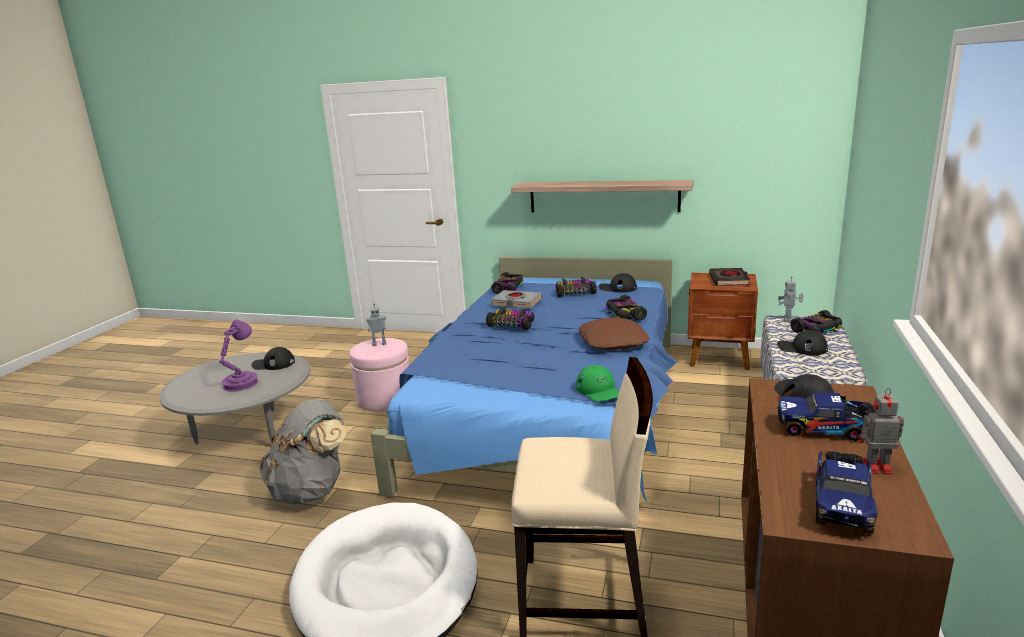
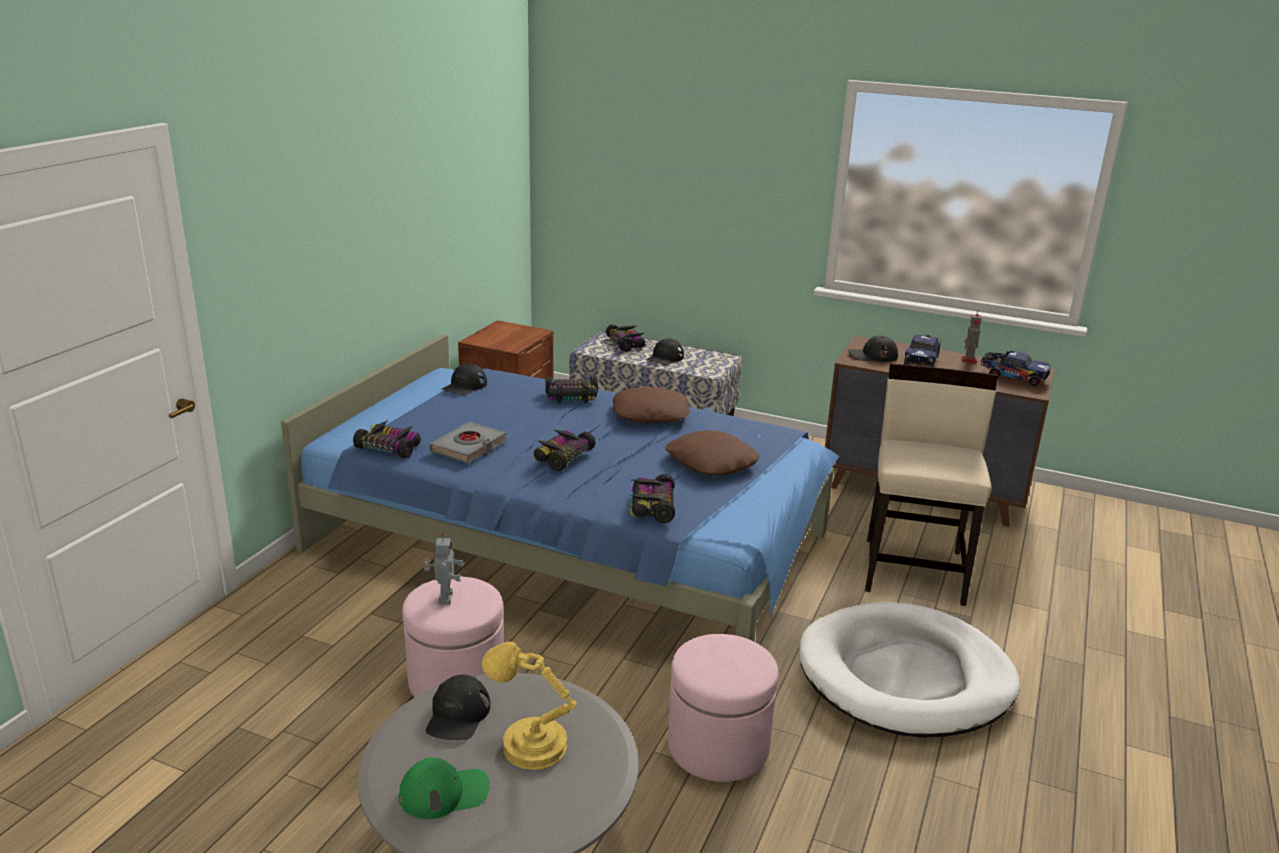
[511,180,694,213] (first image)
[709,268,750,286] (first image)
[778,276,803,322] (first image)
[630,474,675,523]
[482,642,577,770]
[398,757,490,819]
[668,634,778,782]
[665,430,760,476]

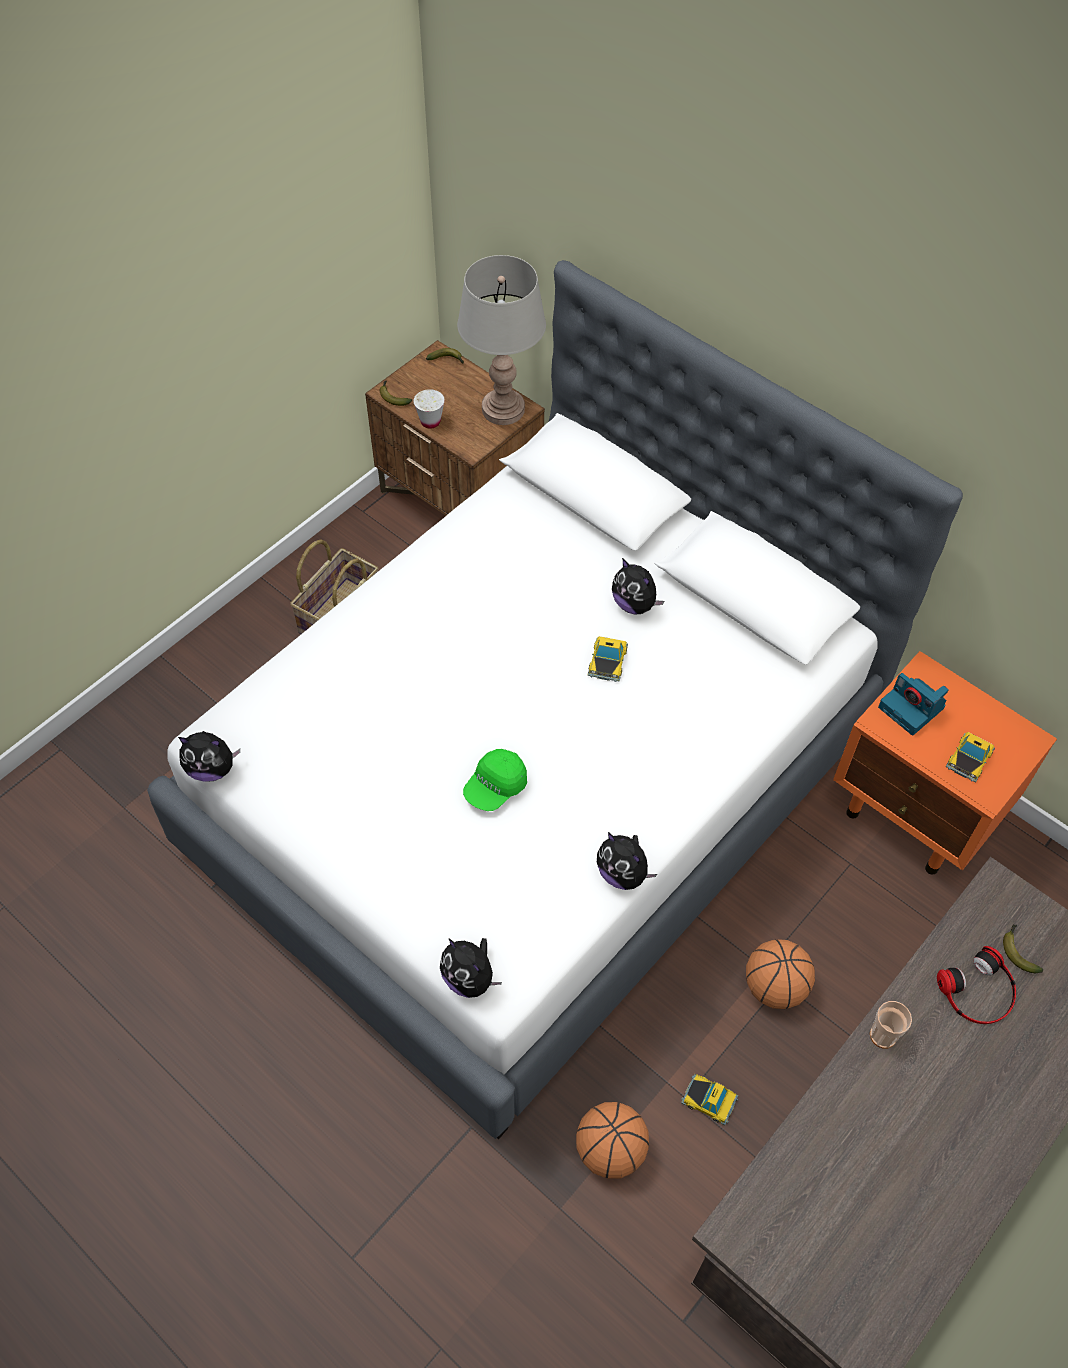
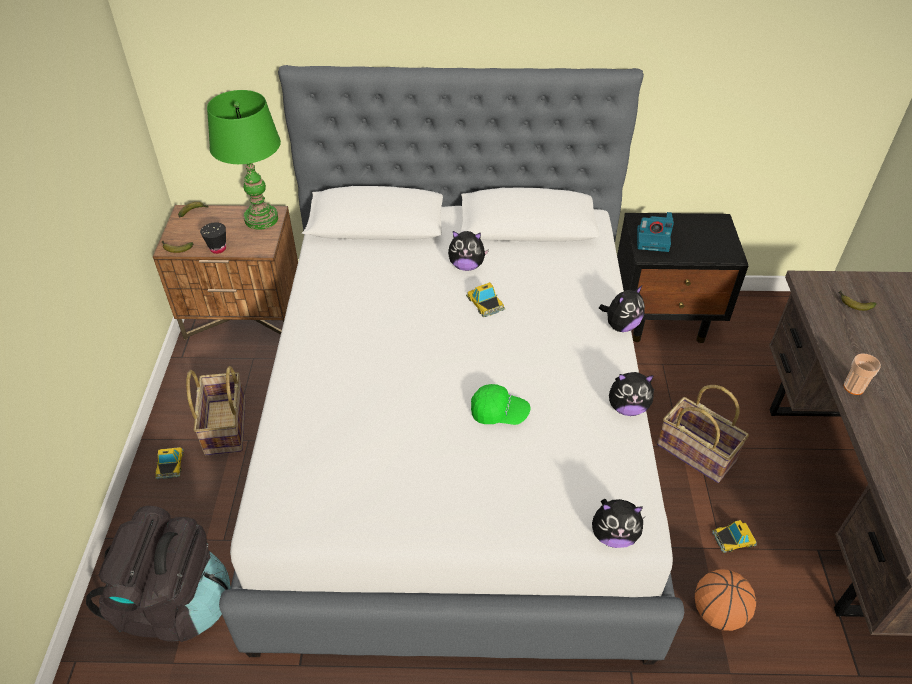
[207,90,281,230]
[200,222,226,254]
[617,213,748,343]
[599,286,645,332]
[155,447,184,479]
[471,384,531,425]
[657,385,749,483]
[937,946,1016,1024] (first image)
[86,506,231,642]

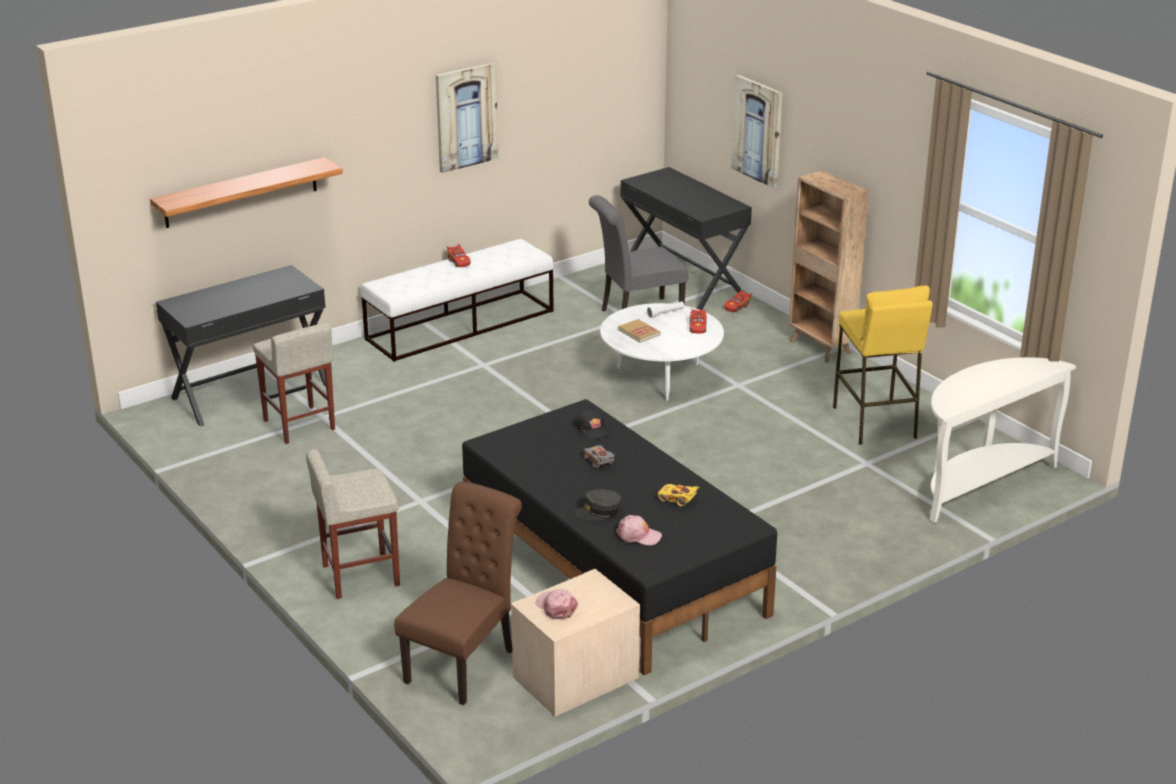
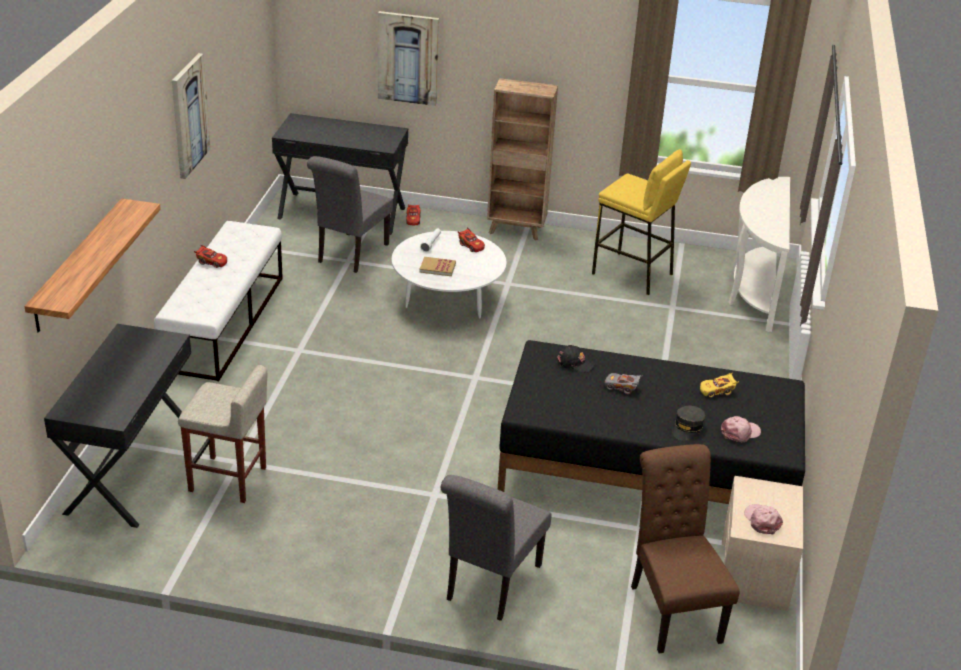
[441,475,551,621]
[744,504,783,534]

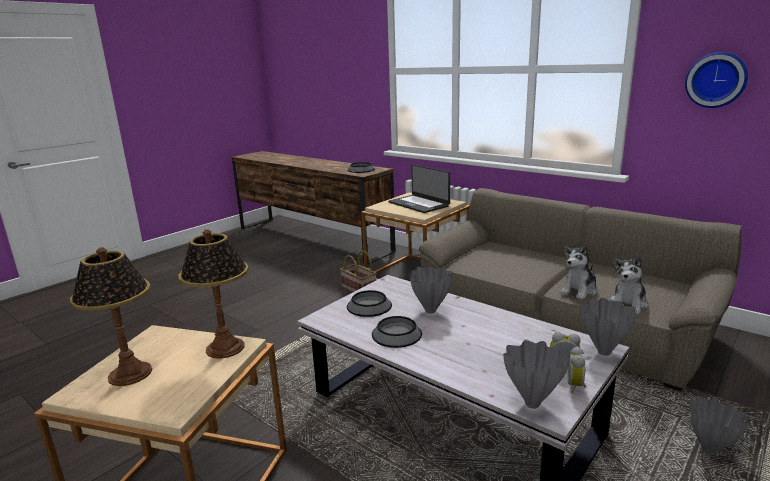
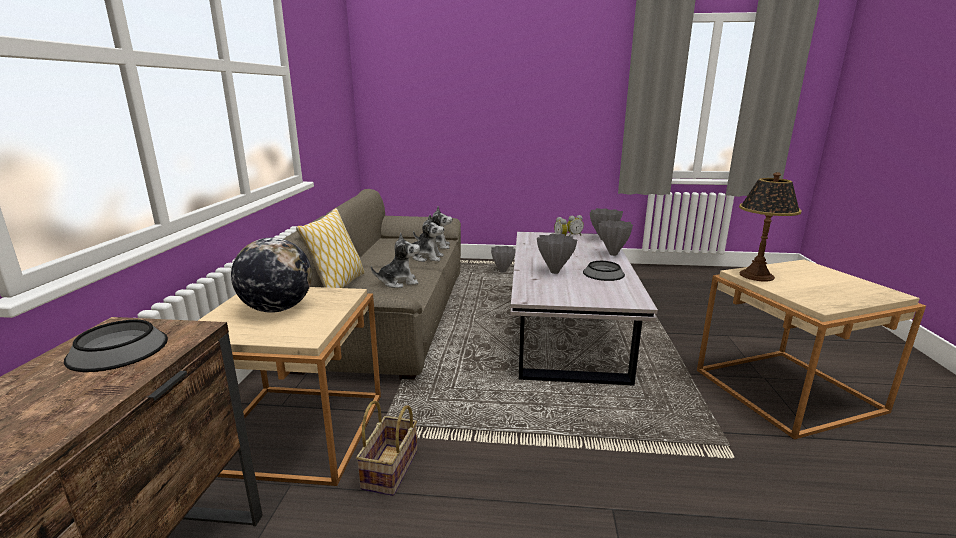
[685,52,748,108] (first image)
[231,238,312,313]
[70,247,152,386] (first image)
[347,290,392,317] (first image)
[599,220,633,256]
[296,208,365,288]
[371,233,420,288]

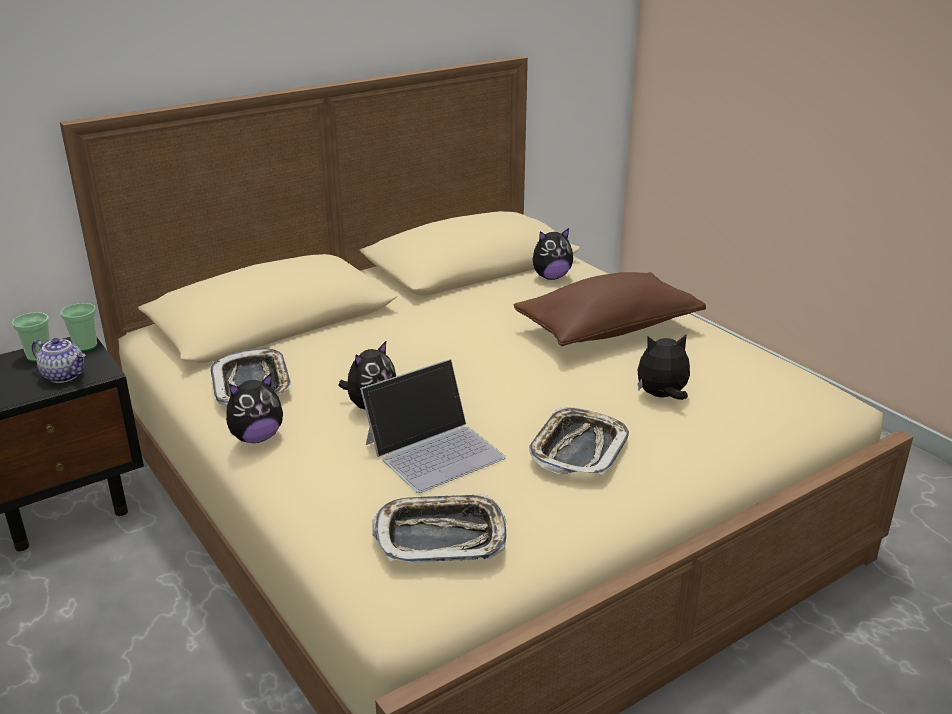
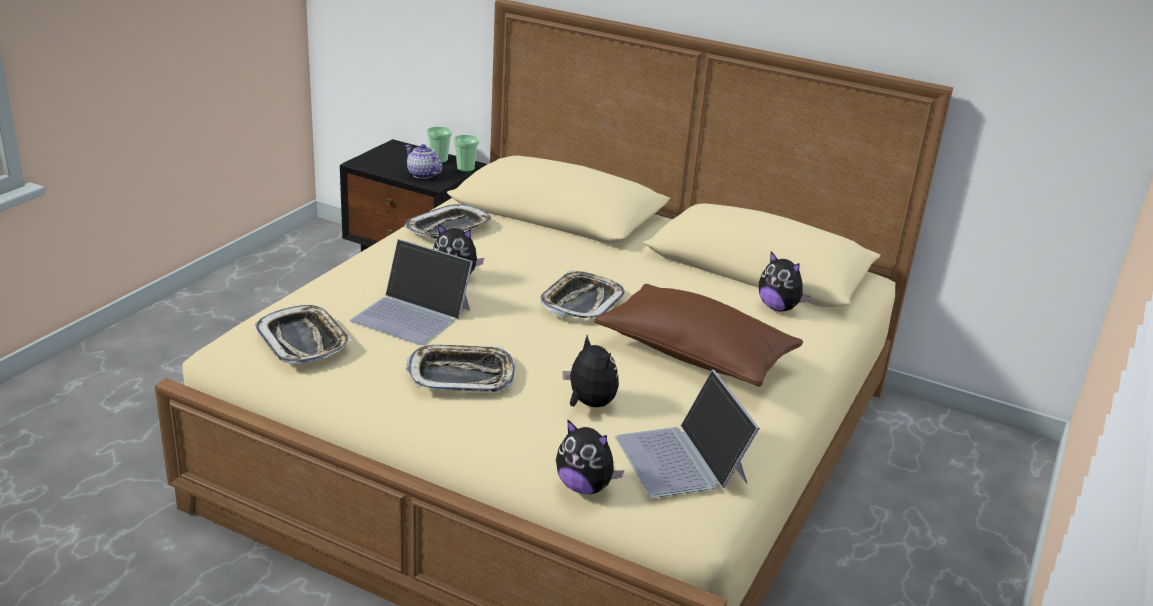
[405,144,442,179]
[556,419,624,494]
[540,271,624,319]
[616,369,760,498]

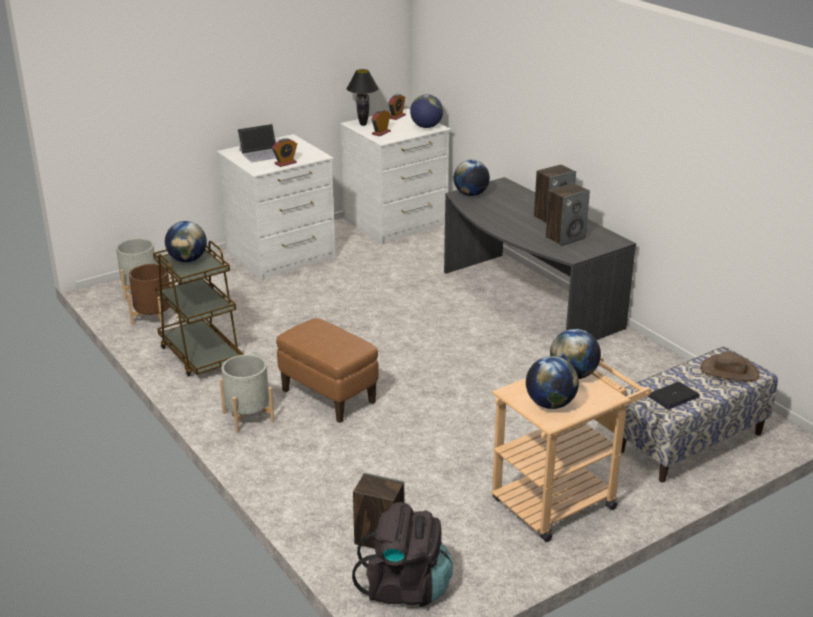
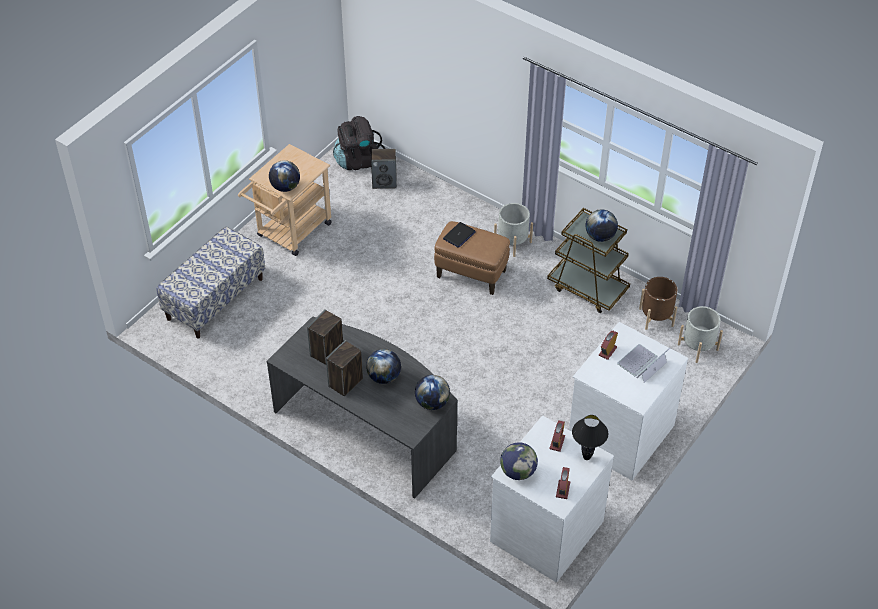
[700,351,759,381] (first image)
[366,349,401,384]
[443,222,475,248]

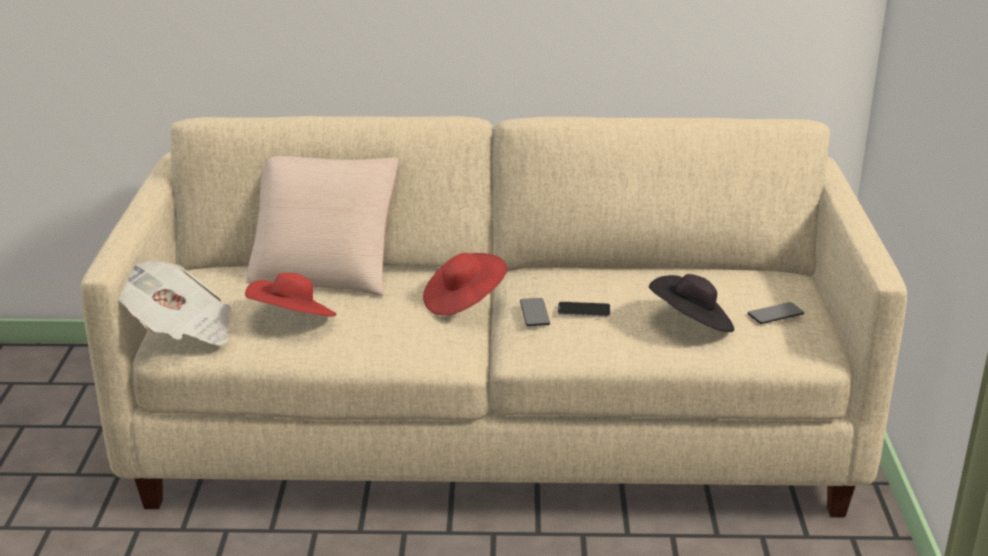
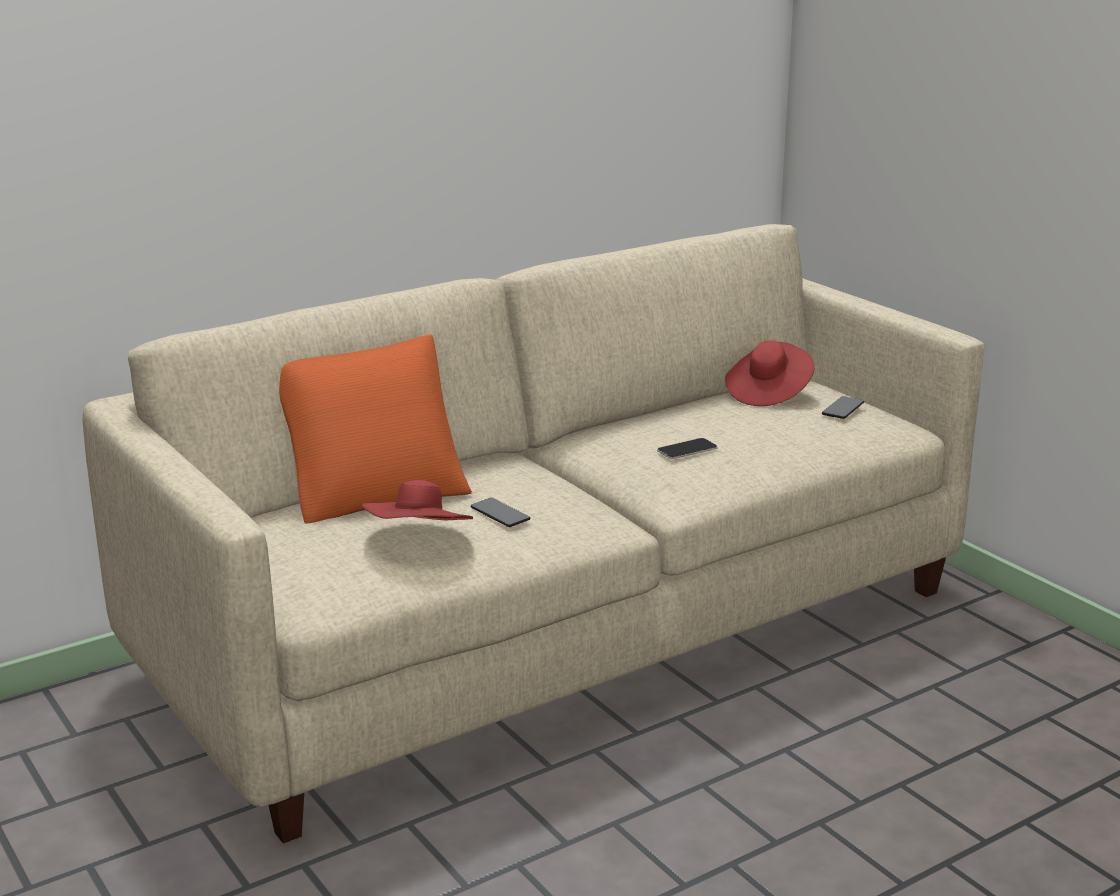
[279,334,472,523]
[725,341,815,406]
[118,261,231,345] (first image)
[649,274,734,332] (first image)
[471,498,530,527]

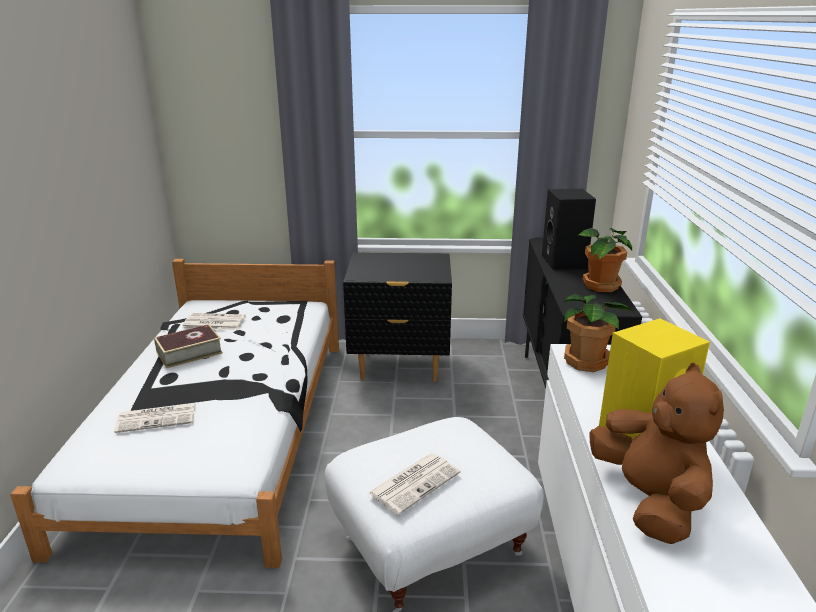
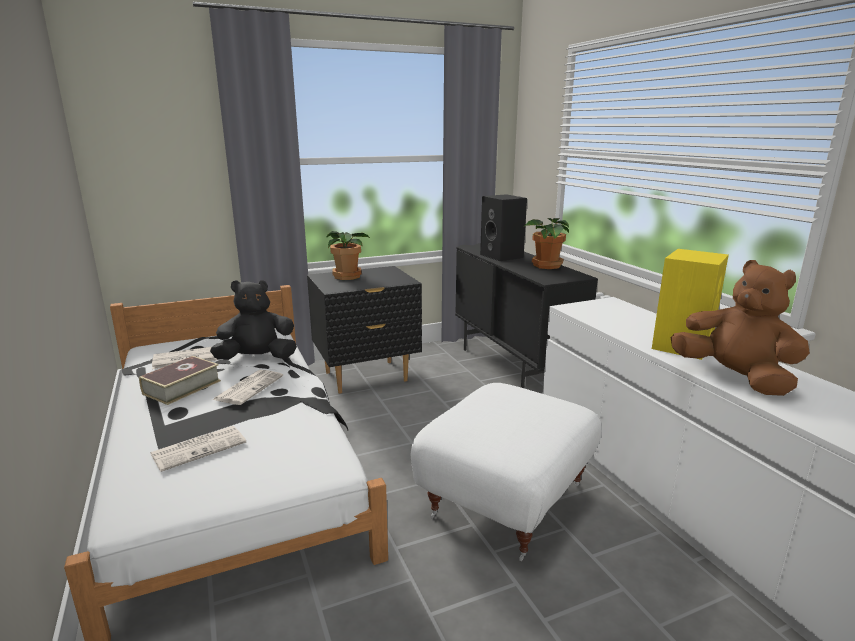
[326,231,370,280]
[213,370,283,405]
[210,280,297,360]

